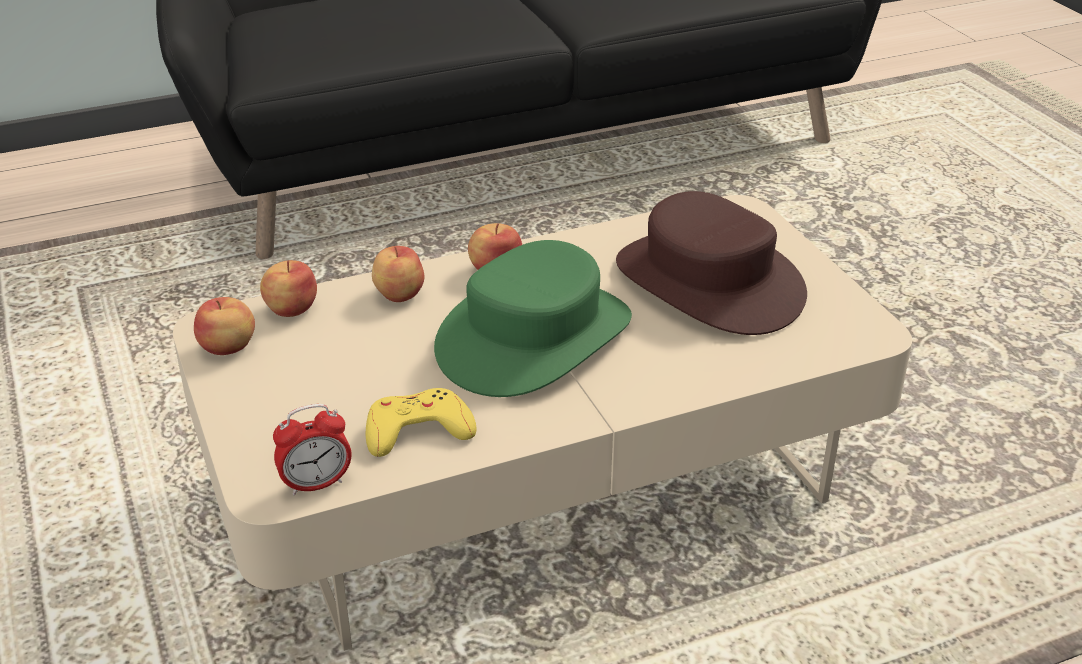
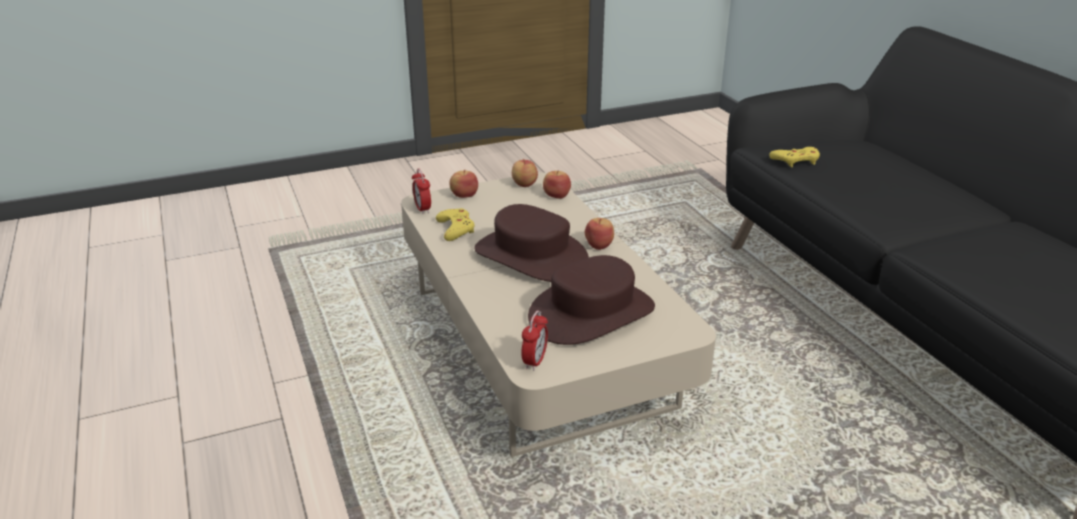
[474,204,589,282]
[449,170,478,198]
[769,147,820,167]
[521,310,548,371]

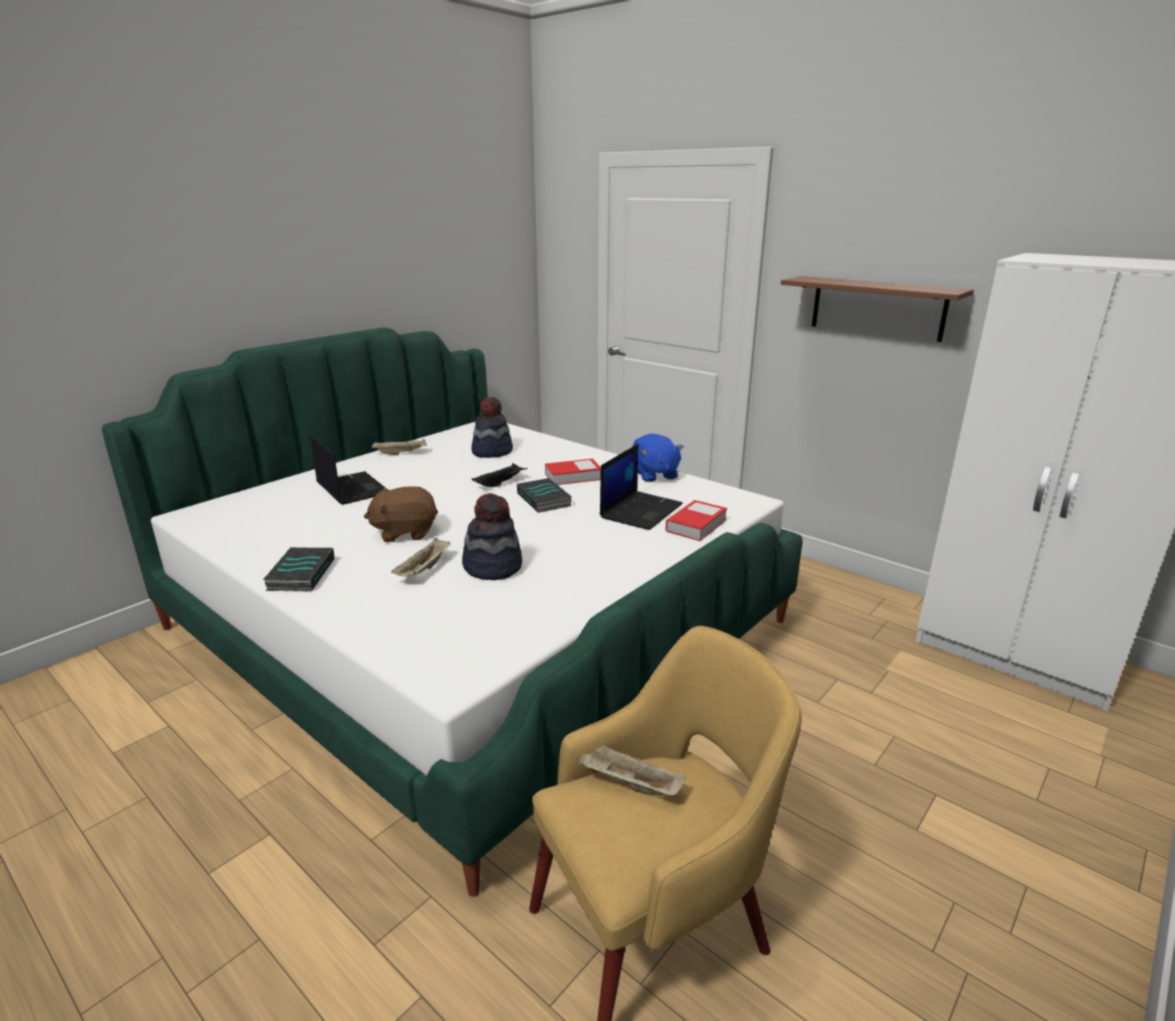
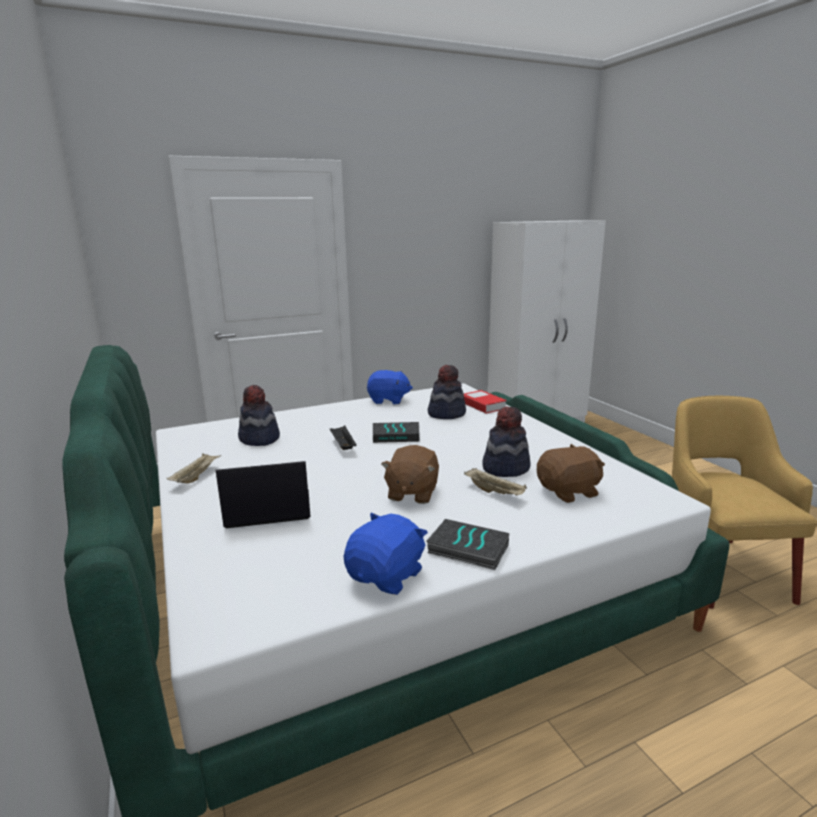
[781,276,974,342] (first image)
[428,365,466,419]
[545,459,601,485] (first image)
[579,745,685,796] (first image)
[537,444,605,503]
[343,513,428,595]

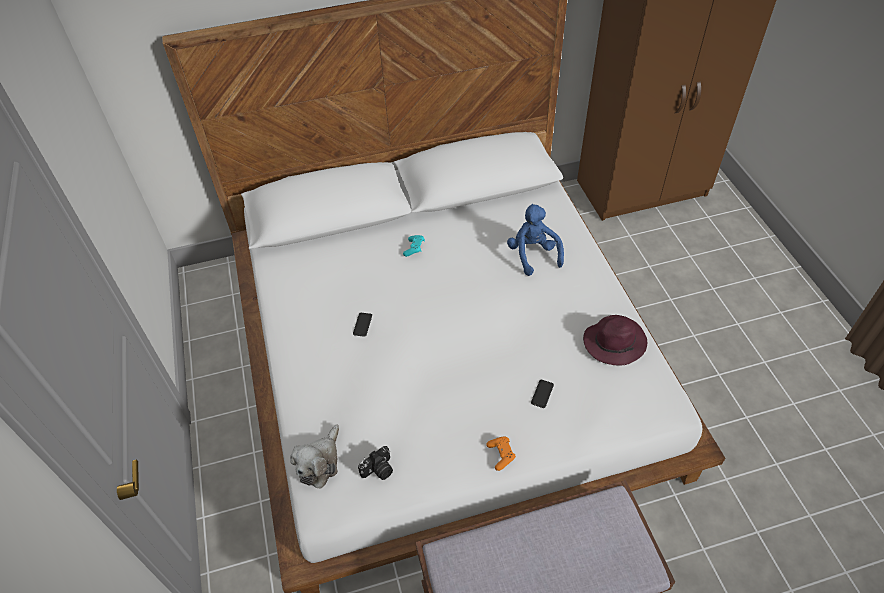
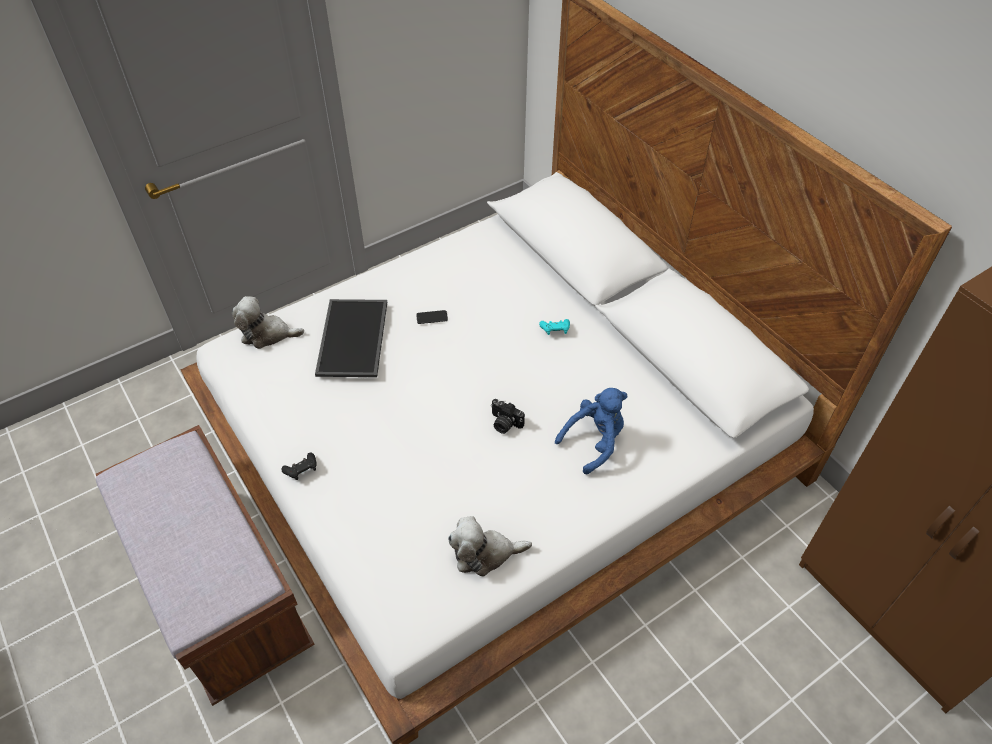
[448,516,532,576]
[531,380,554,408] (first image)
[281,452,317,480]
[491,399,525,434]
[315,299,387,377]

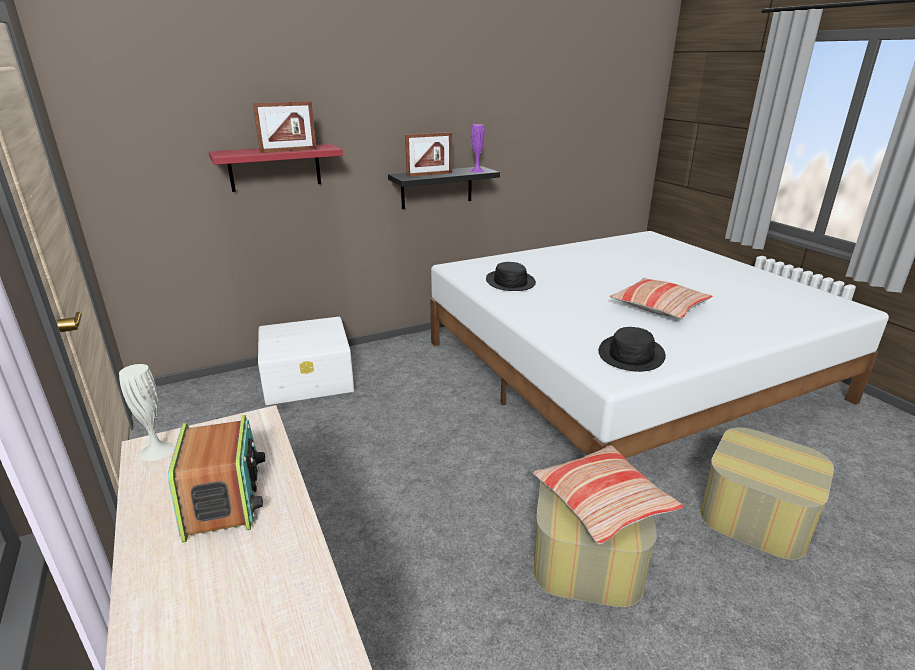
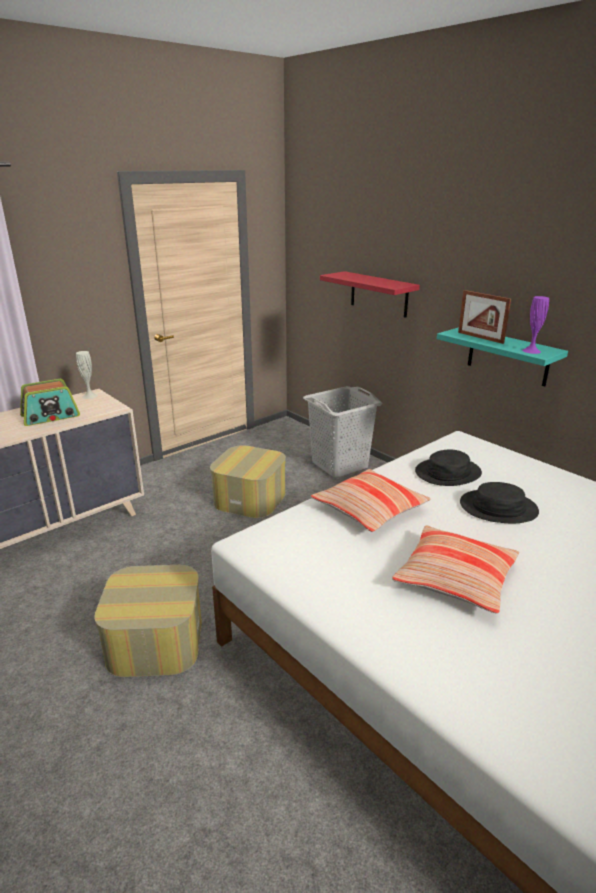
[253,101,317,153] (first image)
[437,327,568,387]
[303,386,382,478]
[460,482,539,523]
[210,445,286,518]
[311,469,430,532]

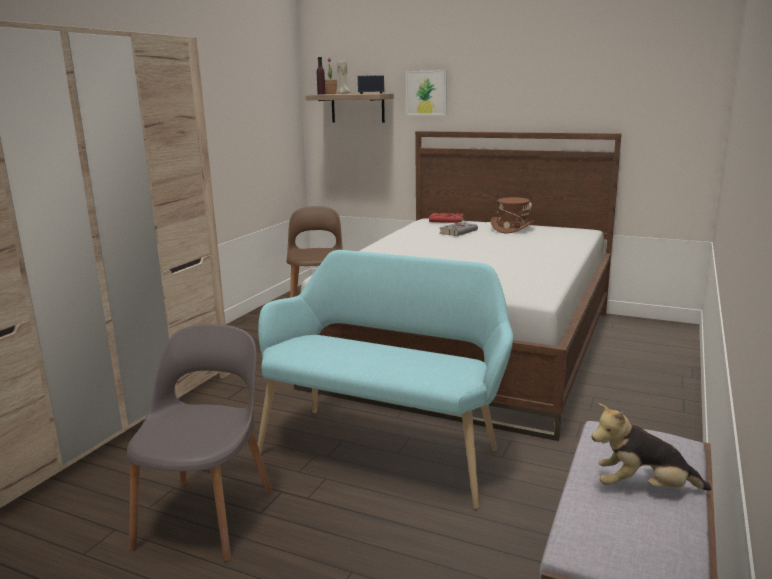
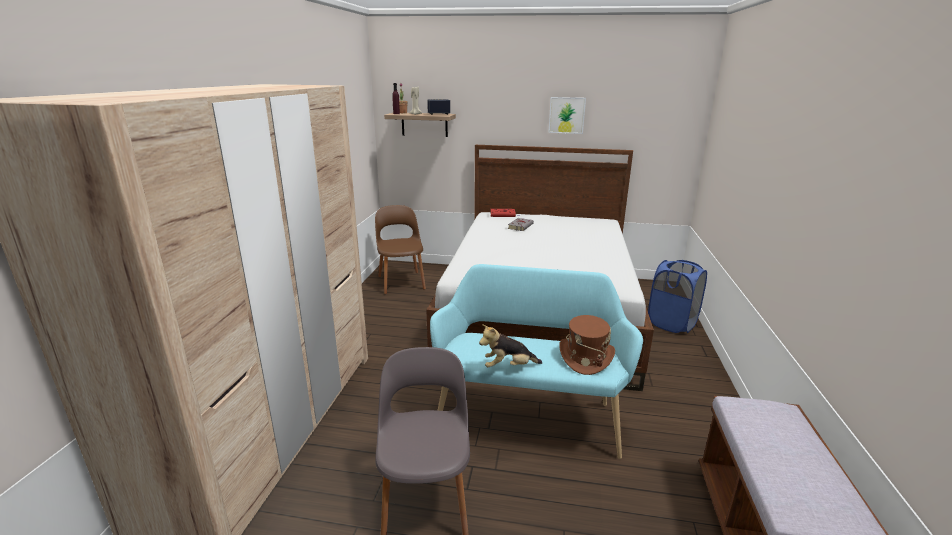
[548,97,586,134]
[559,315,615,375]
[479,324,542,367]
[648,260,707,333]

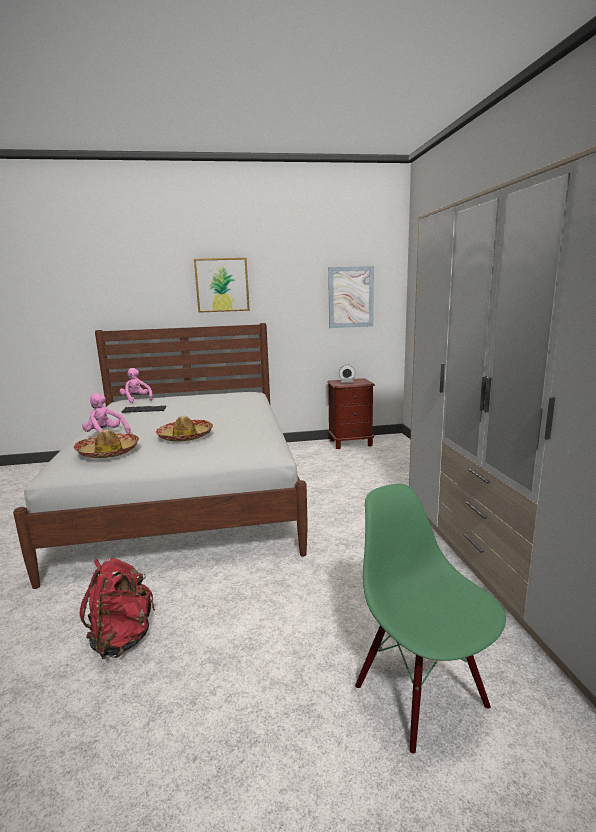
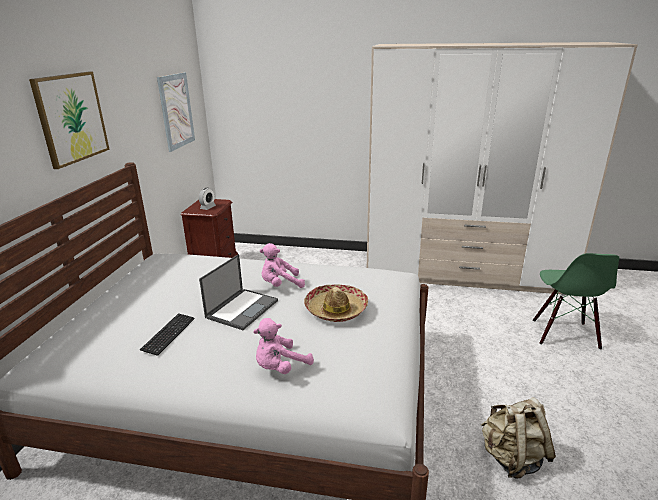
[260,243,305,288]
[74,429,139,458] (first image)
[533,253,619,350]
[481,397,556,479]
[199,254,278,330]

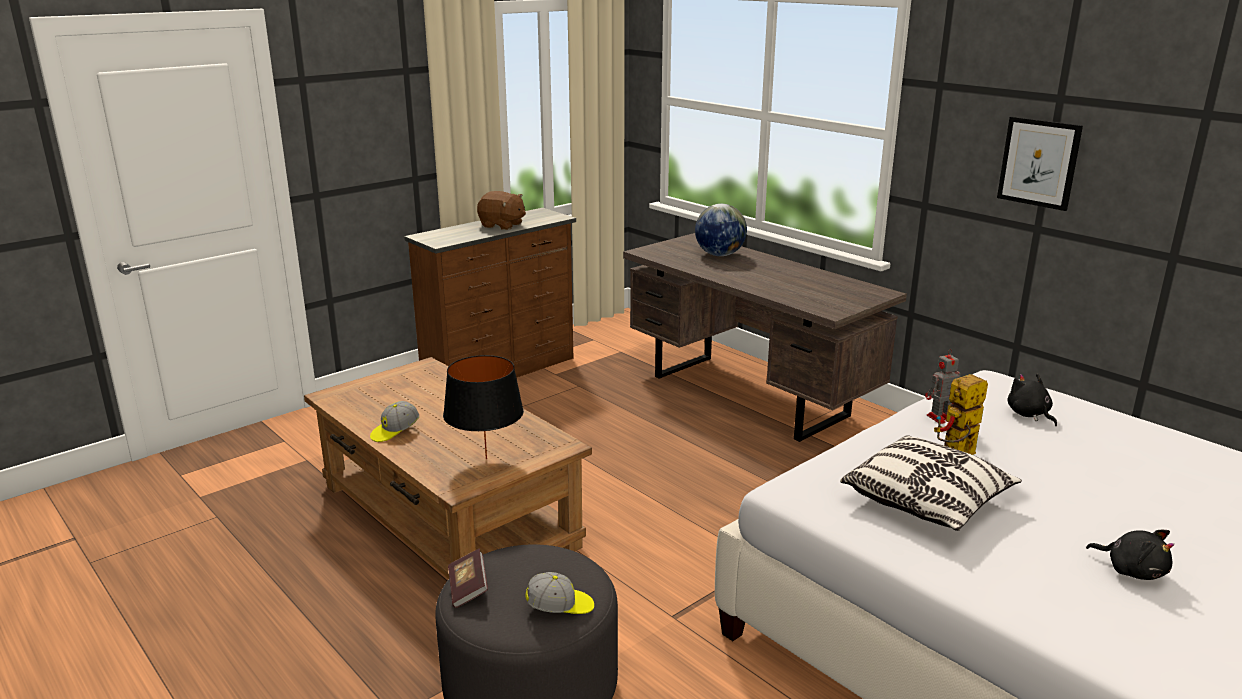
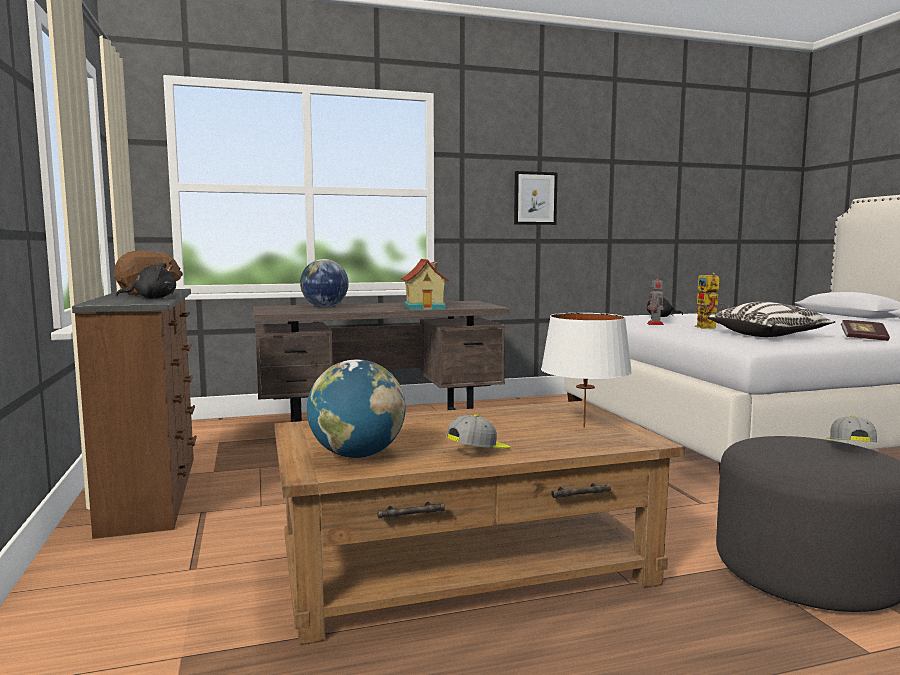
[541,313,632,428]
[446,414,510,449]
[116,263,176,299]
[841,320,890,341]
[401,259,449,310]
[307,359,406,458]

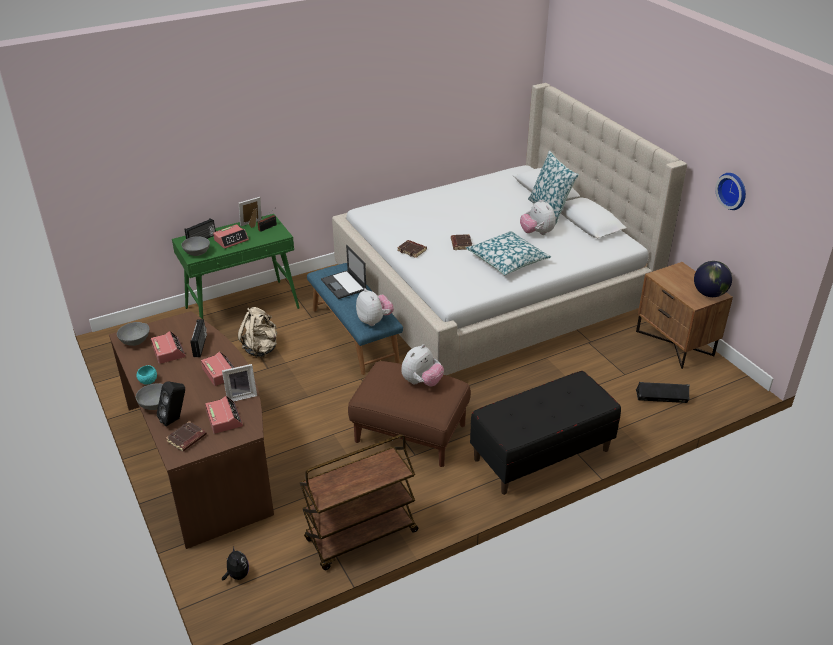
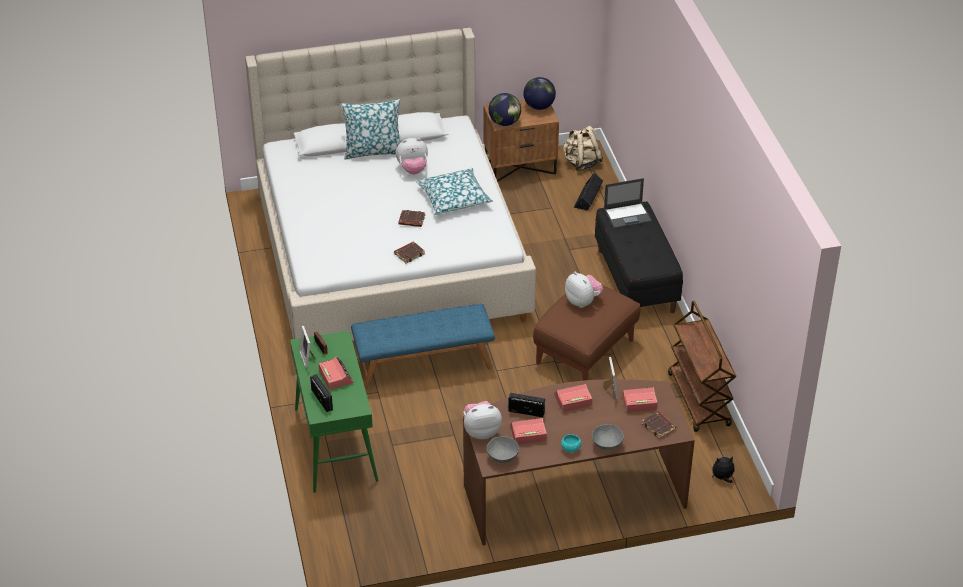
[715,173,746,210] (first image)
[181,237,210,256] (first image)
[604,178,652,229]
[464,401,502,439]
[563,126,603,171]
[157,381,185,427] (first image)
[489,93,521,126]

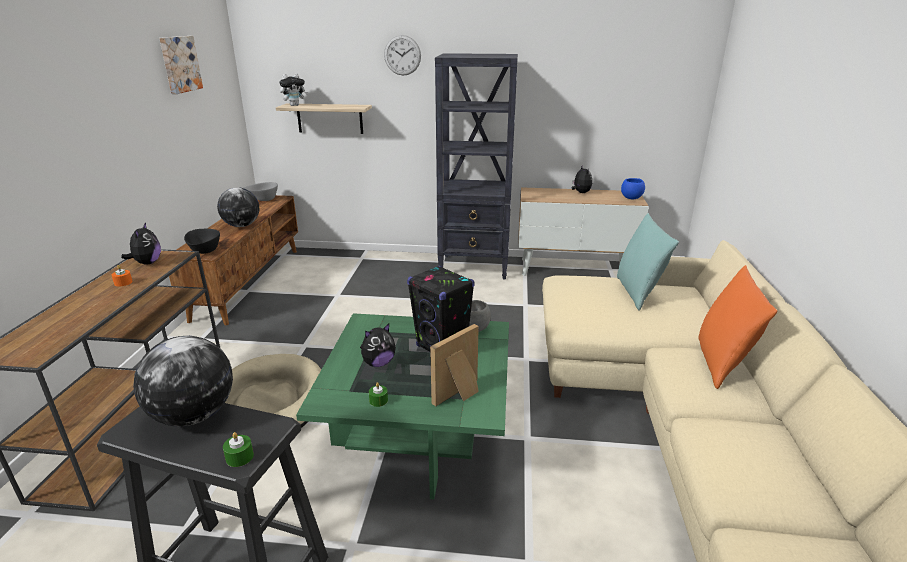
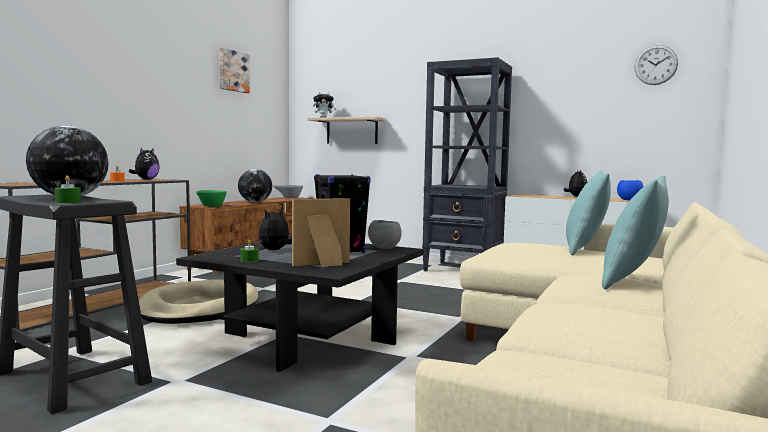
[634,45,678,85]
[196,190,227,207]
[602,176,669,289]
[176,236,424,372]
[258,208,292,250]

